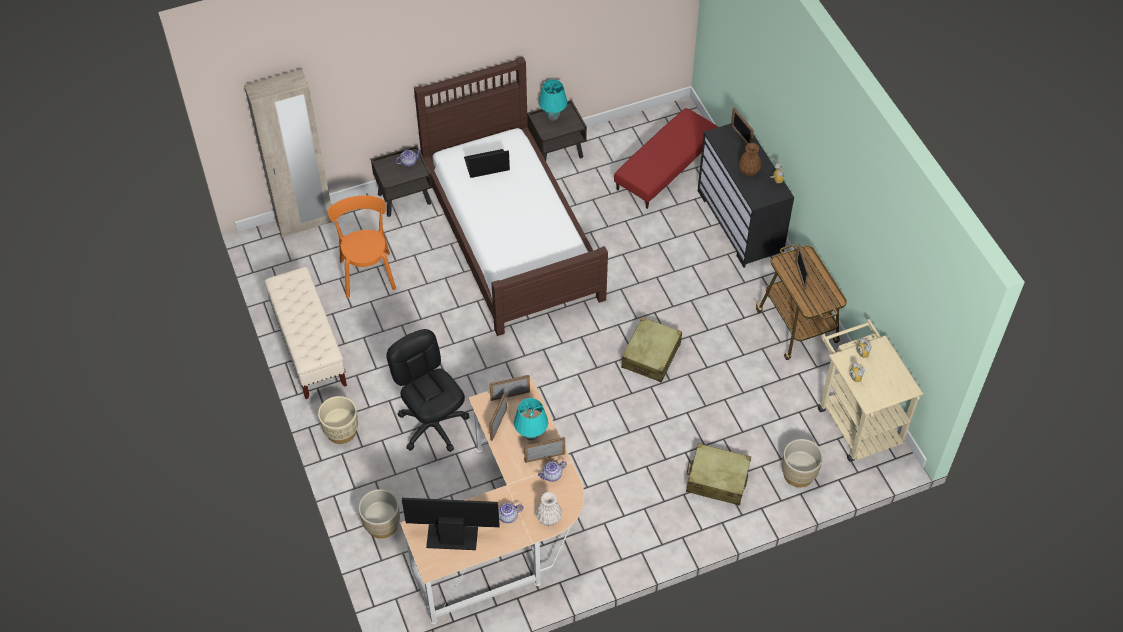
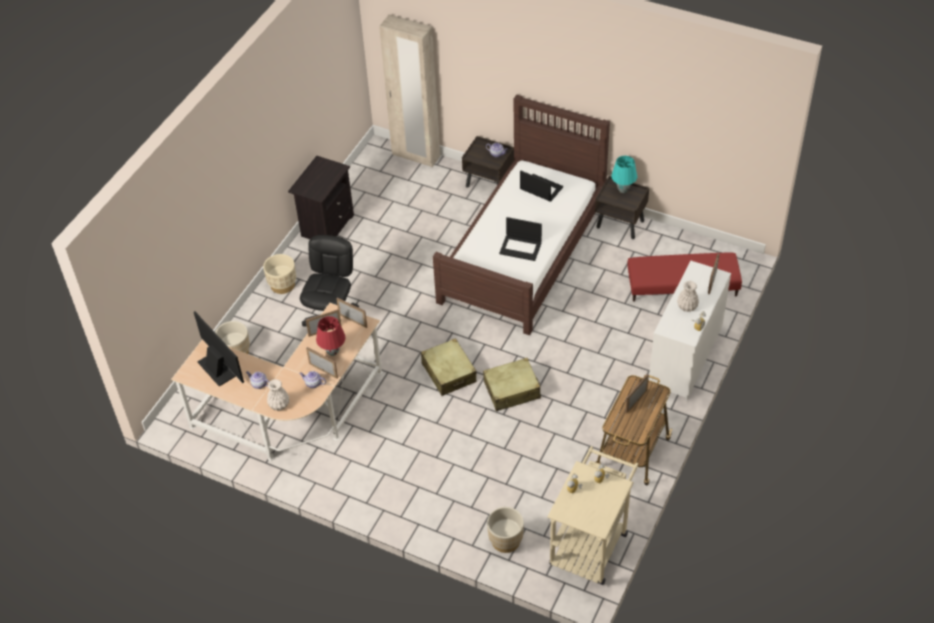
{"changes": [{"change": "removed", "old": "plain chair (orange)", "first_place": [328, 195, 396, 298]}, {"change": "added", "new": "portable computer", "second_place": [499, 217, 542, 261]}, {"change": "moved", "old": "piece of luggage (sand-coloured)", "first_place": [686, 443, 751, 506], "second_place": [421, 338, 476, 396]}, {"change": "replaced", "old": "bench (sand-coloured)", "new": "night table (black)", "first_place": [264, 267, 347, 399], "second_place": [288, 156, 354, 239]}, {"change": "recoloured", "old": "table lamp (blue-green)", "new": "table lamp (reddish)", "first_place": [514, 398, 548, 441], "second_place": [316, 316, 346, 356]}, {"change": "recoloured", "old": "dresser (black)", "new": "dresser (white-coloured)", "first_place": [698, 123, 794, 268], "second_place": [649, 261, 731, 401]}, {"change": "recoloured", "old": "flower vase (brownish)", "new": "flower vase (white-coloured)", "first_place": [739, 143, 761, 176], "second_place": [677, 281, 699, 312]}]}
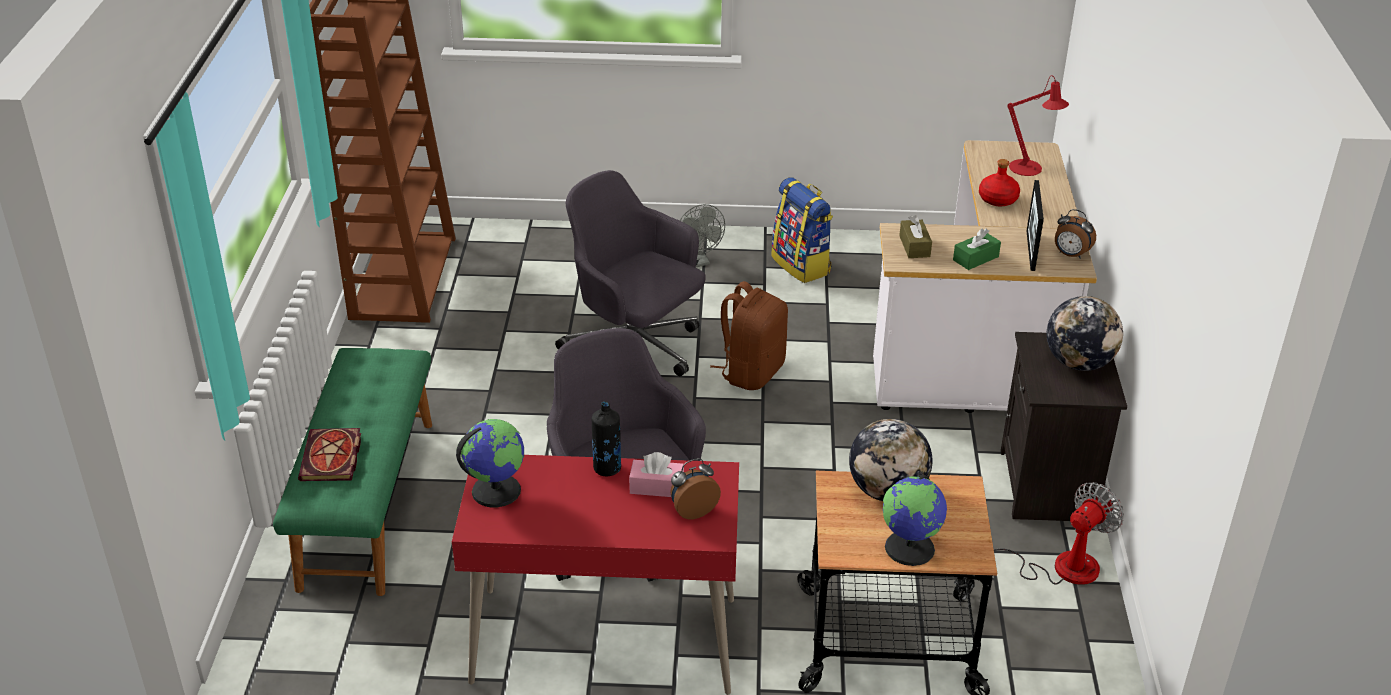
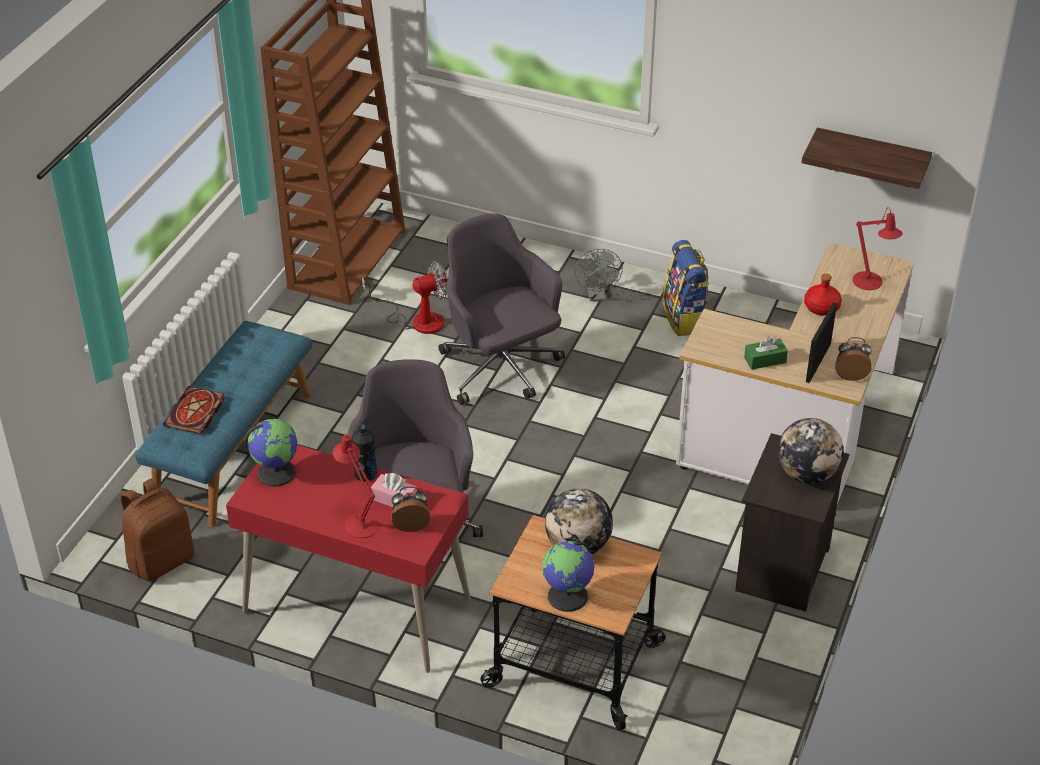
{"changes": [{"change": "removed", "old": "box of tissues (brownish)", "first_place": [899, 215, 932, 258]}, {"change": "added", "new": "table lamp (reddish)", "second_place": [333, 434, 380, 538]}, {"change": "added", "new": "bracket shelf", "second_place": [802, 128, 932, 189]}, {"change": "moved", "old": "backpack (brownish)", "first_place": [710, 281, 788, 390], "second_place": [120, 478, 194, 581]}, {"change": "moved", "old": "fan", "first_place": [994, 482, 1124, 585], "second_place": [362, 261, 448, 334]}, {"change": "recoloured", "old": "bench (green)", "new": "bench (blue-coloured)", "first_place": [273, 348, 432, 596], "second_place": [135, 321, 312, 528]}, {"change": "turned", "old": "alarm clock", "first_place": [1055, 209, 1096, 259], "second_place": [835, 337, 872, 381], "degrees": 135}]}
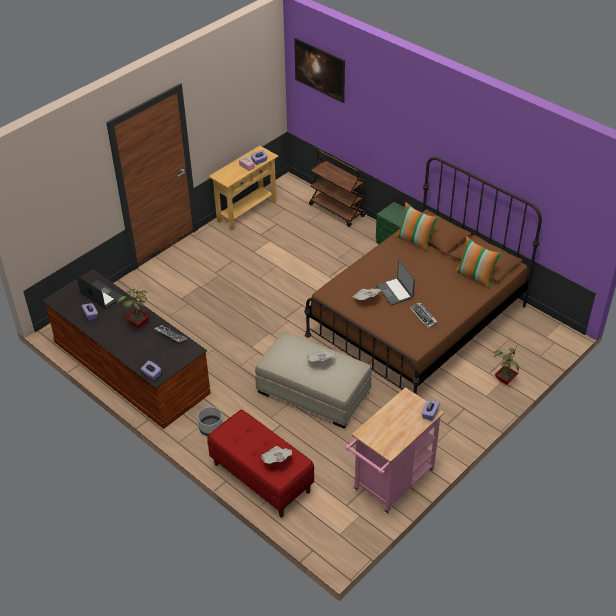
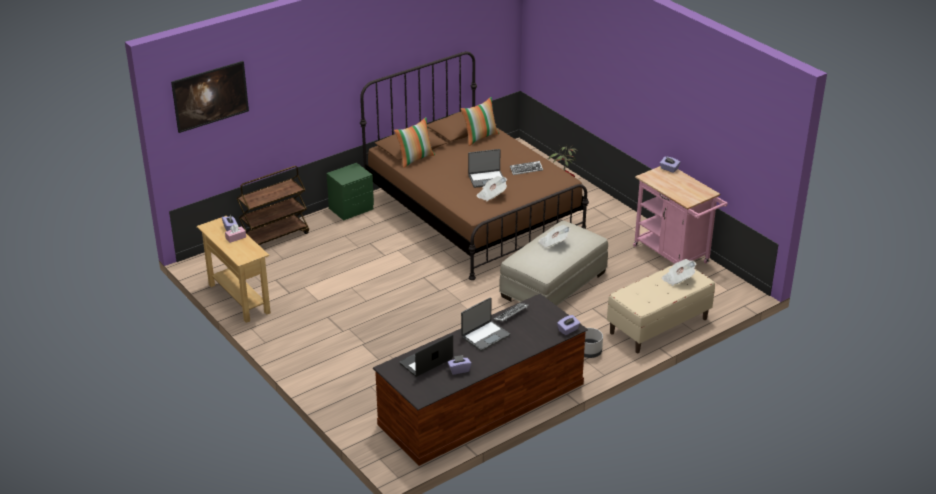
{"changes": [{"change": "replaced", "old": "plant in a pot", "new": "portable computer", "first_place": [117, 286, 150, 328], "second_place": [461, 297, 510, 351]}, {"change": "recoloured", "old": "bench (reddish)", "new": "bench (sand-coloured)", "first_place": [207, 410, 314, 517], "second_place": [607, 265, 715, 353]}]}
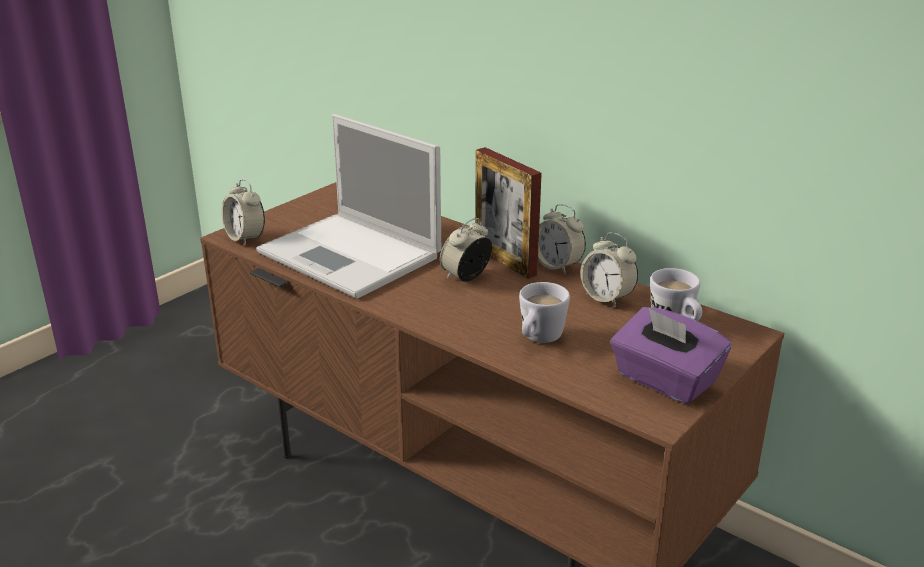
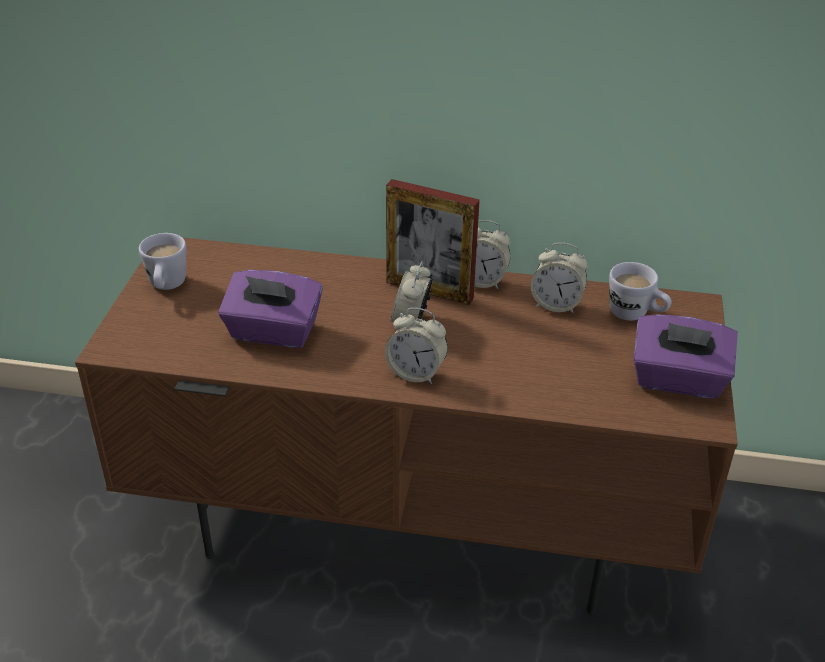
{"changes": [{"change": "moved", "old": "alarm clock", "first_place": [222, 179, 265, 246], "second_place": [385, 308, 448, 384]}, {"change": "moved", "old": "tea mug (white-coloured)", "first_place": [519, 282, 570, 343], "second_place": [139, 233, 186, 290]}, {"change": "replaced", "old": "portable computer", "new": "box of tissues (purplish)", "first_place": [256, 114, 441, 299], "second_place": [218, 270, 323, 348]}]}
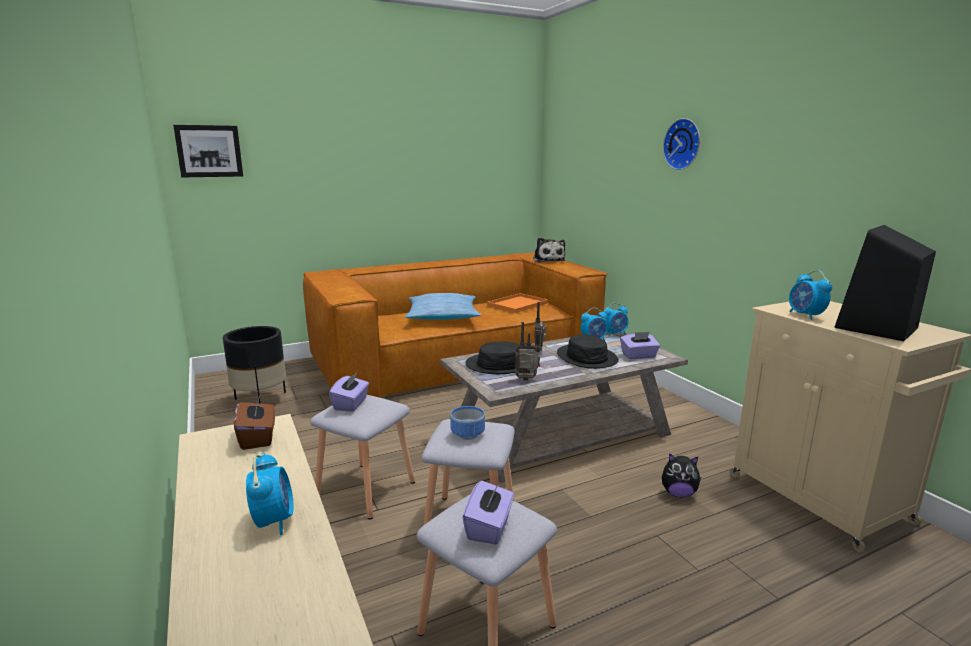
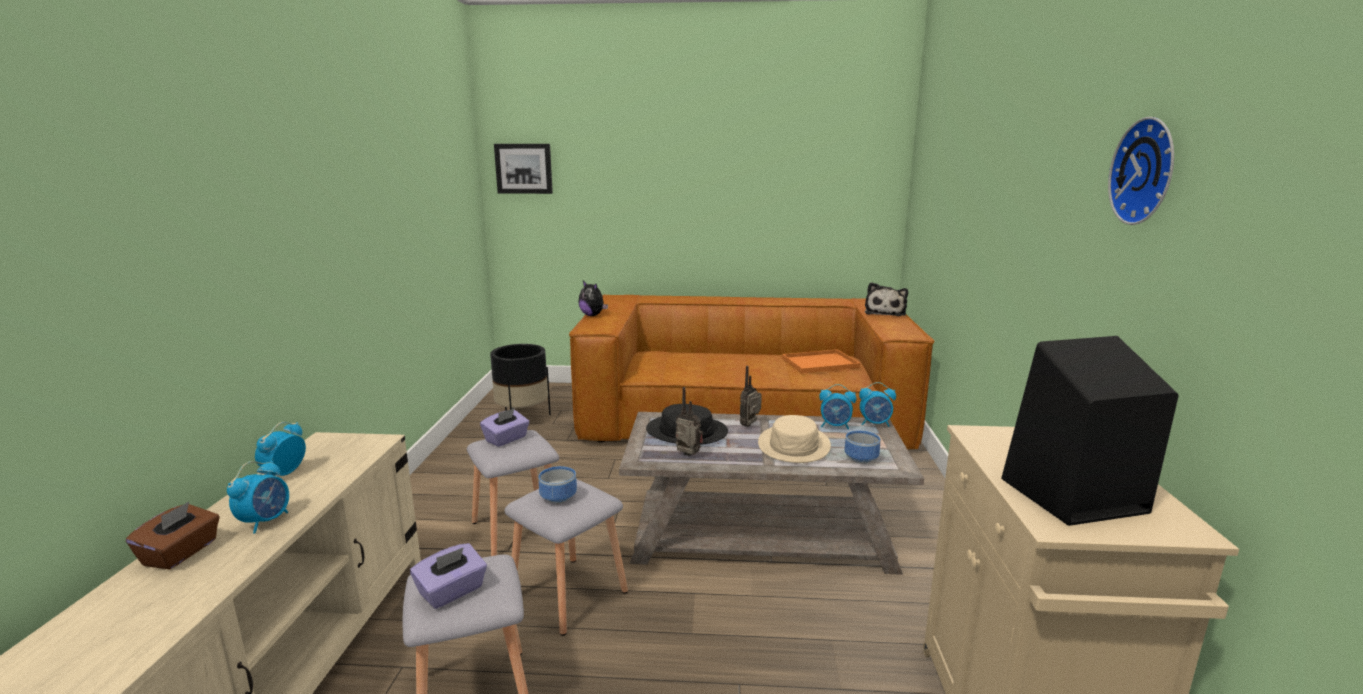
{"changes": [{"change": "removed", "old": "pillow", "first_place": [405, 293, 481, 320]}, {"change": "moved", "old": "box of tissues (brownish)", "first_place": [234, 396, 275, 450], "second_place": [126, 502, 220, 570]}, {"change": "moved", "old": "cuddly toy", "first_place": [662, 453, 701, 497], "second_place": [578, 281, 608, 316]}, {"change": "moved", "old": "wall clock", "first_place": [663, 118, 700, 170], "second_place": [1108, 117, 1174, 225]}, {"change": "moved", "old": "alarm clock", "first_place": [789, 270, 832, 320], "second_place": [255, 422, 306, 476]}, {"change": "replaced", "old": "box of tissues (purplish)", "new": "deep dish", "first_place": [620, 332, 660, 359], "second_place": [844, 431, 880, 464]}, {"change": "recoloured", "old": "wearable hat (black)", "new": "wearable hat (sand-coloured)", "first_place": [557, 334, 619, 369], "second_place": [758, 415, 831, 463]}]}
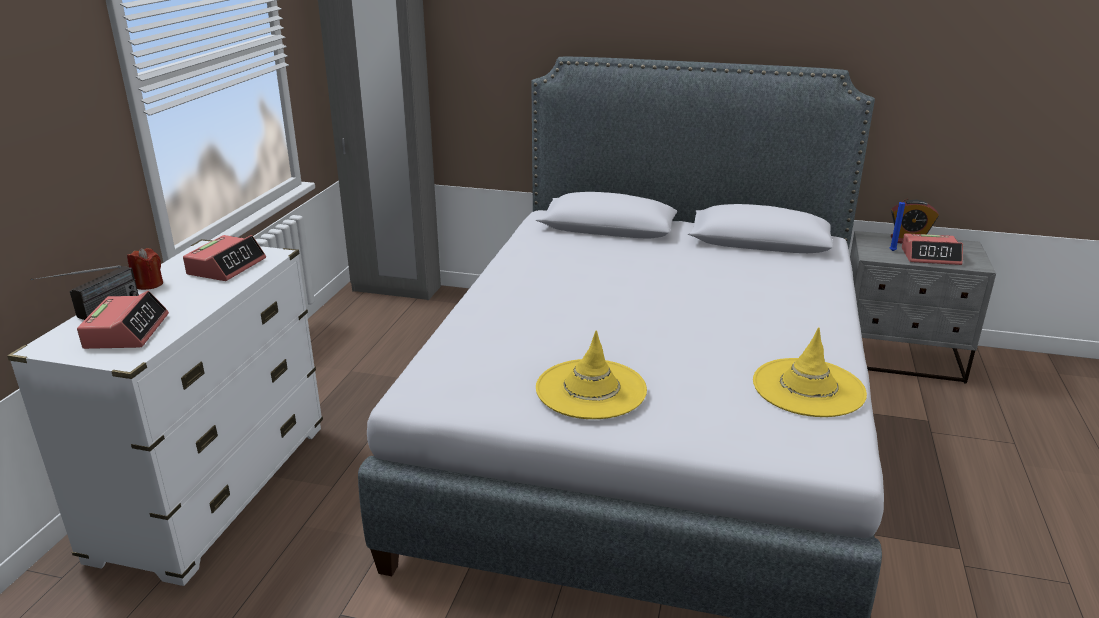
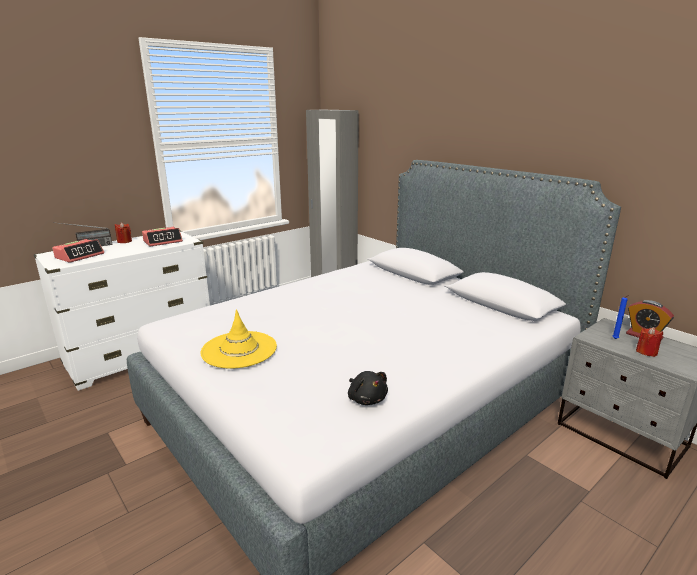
{"changes": [{"change": "replaced", "old": "wearable hat (yellowish)", "new": "cuddly toy (black)", "first_place": [753, 327, 867, 417], "second_place": [348, 371, 388, 405]}, {"change": "replaced", "old": "alarm clock", "new": "wax candle (reddish)", "first_place": [901, 233, 963, 265], "second_place": [636, 327, 663, 357]}]}
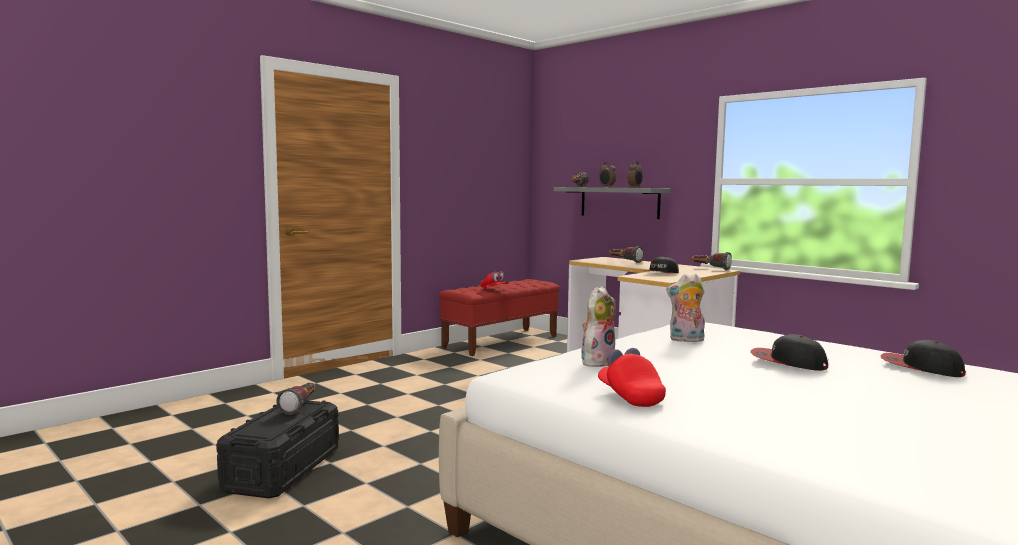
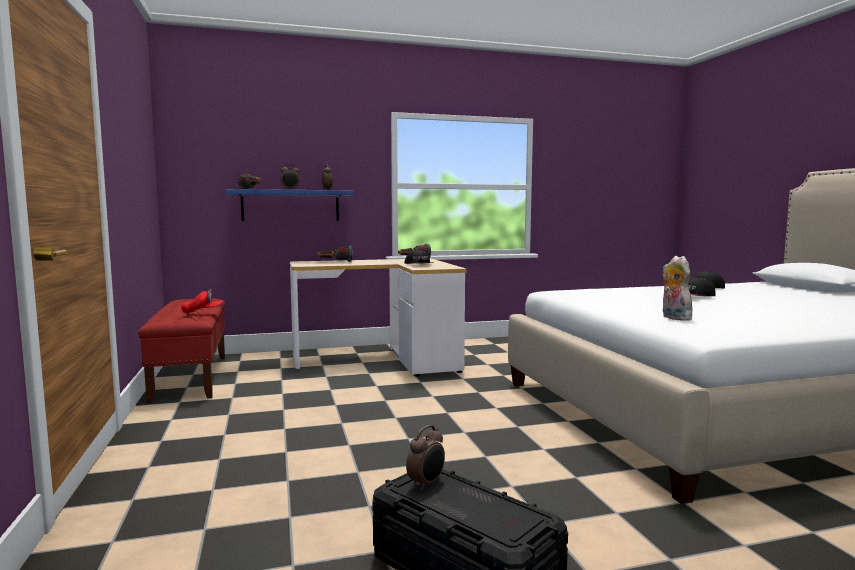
{"changes": [{"change": "removed", "old": "cap (reddish)", "first_place": [598, 348, 666, 407]}, {"change": "removed", "old": "cuddly toy", "first_place": [666, 274, 705, 342]}, {"change": "replaced", "old": "torch", "new": "alarm clock", "first_place": [276, 383, 315, 415], "second_place": [406, 425, 445, 491]}, {"change": "recoloured", "old": "bracket shelf (grey)", "new": "bracket shelf (blue-coloured)", "first_place": [554, 187, 671, 219], "second_place": [226, 189, 354, 221]}]}
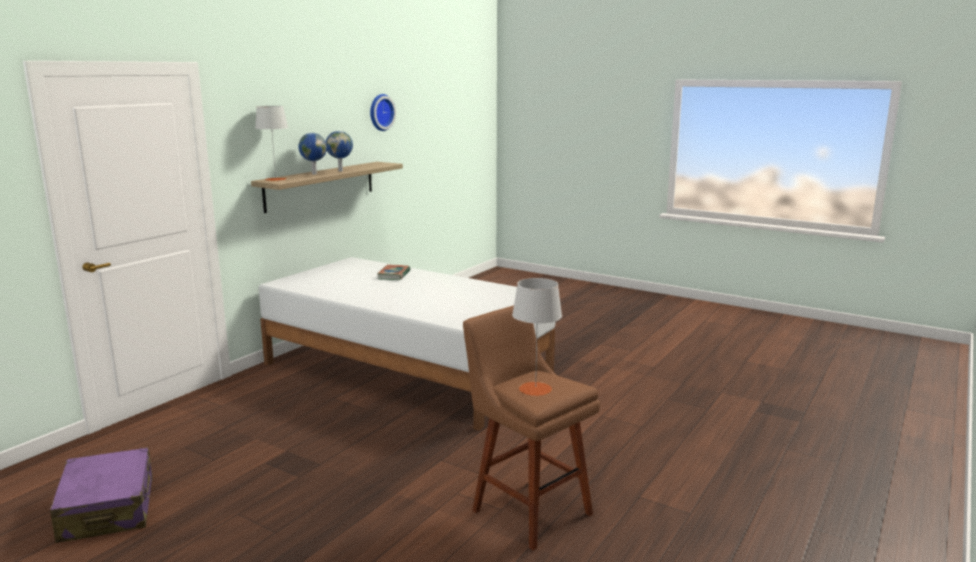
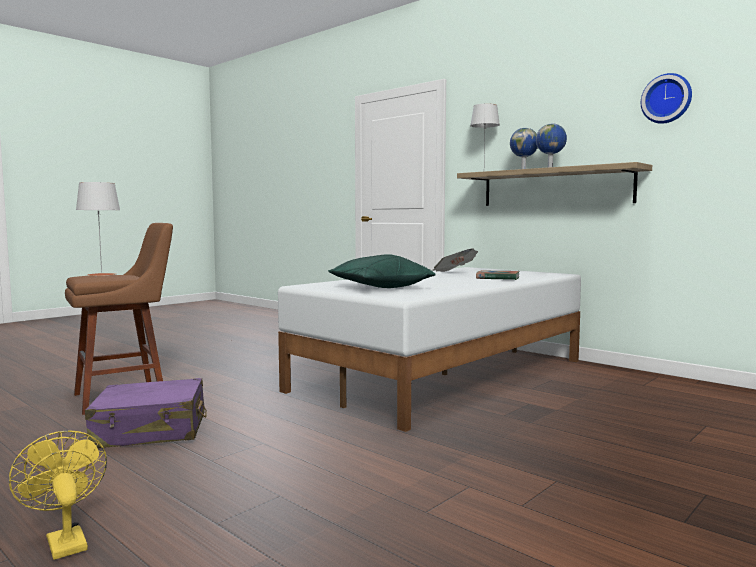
{"changes": [{"change": "added", "new": "fan (yellowish)", "second_place": [9, 430, 107, 560]}, {"change": "added", "new": "pillow (green)", "second_place": [328, 254, 436, 288]}, {"change": "added", "new": "newspaper", "second_place": [433, 248, 478, 272]}, {"change": "moved", "old": "piece of luggage (purplish)", "first_place": [50, 447, 153, 543], "second_place": [85, 378, 207, 448]}]}
